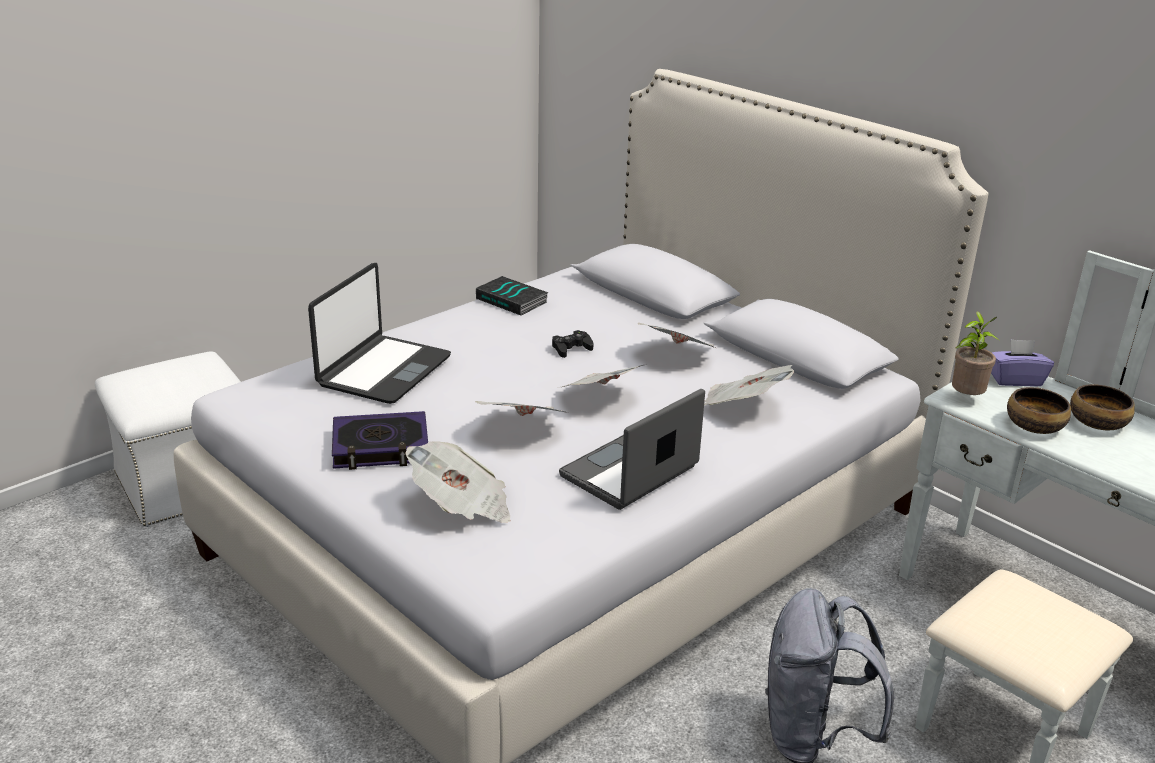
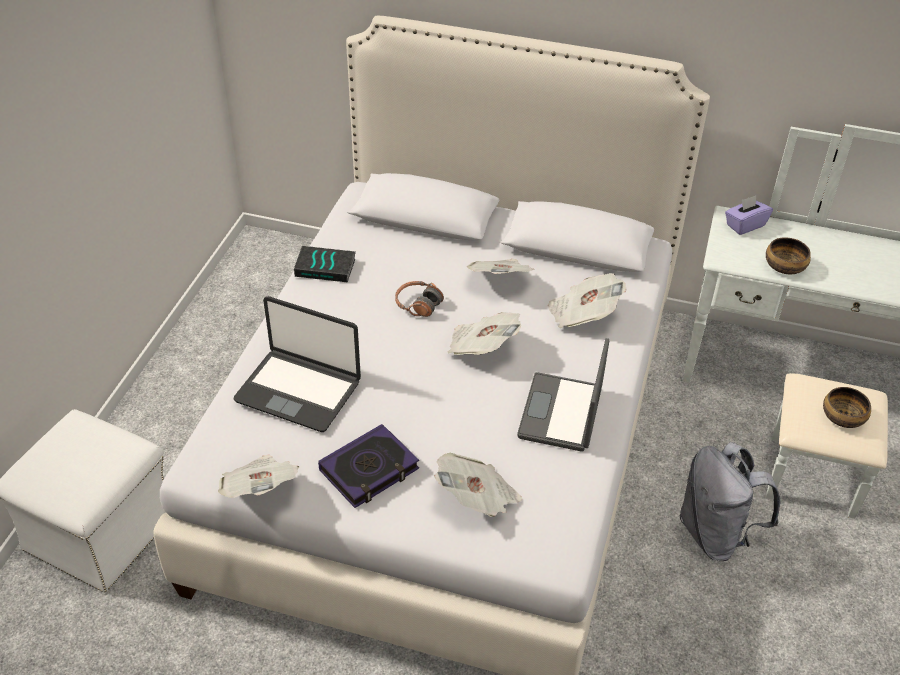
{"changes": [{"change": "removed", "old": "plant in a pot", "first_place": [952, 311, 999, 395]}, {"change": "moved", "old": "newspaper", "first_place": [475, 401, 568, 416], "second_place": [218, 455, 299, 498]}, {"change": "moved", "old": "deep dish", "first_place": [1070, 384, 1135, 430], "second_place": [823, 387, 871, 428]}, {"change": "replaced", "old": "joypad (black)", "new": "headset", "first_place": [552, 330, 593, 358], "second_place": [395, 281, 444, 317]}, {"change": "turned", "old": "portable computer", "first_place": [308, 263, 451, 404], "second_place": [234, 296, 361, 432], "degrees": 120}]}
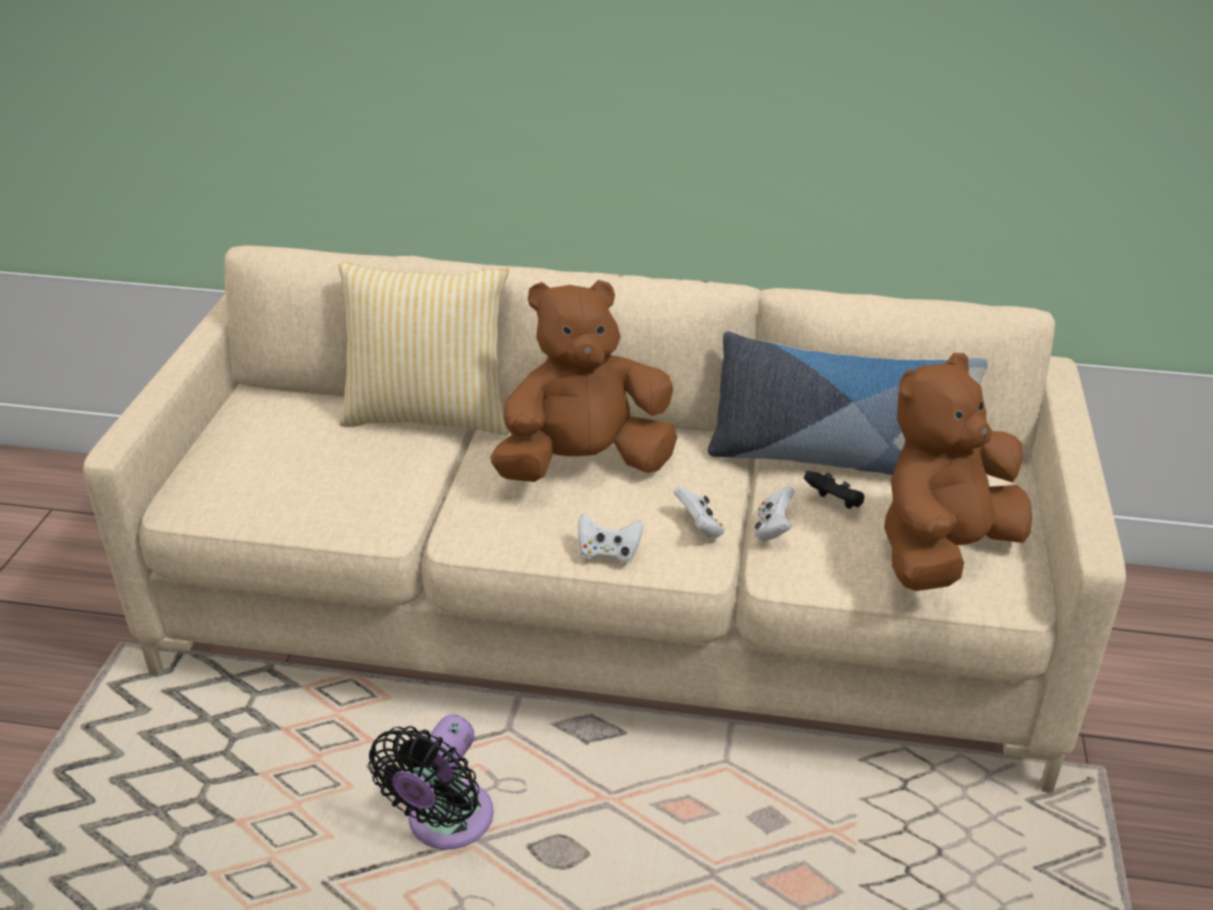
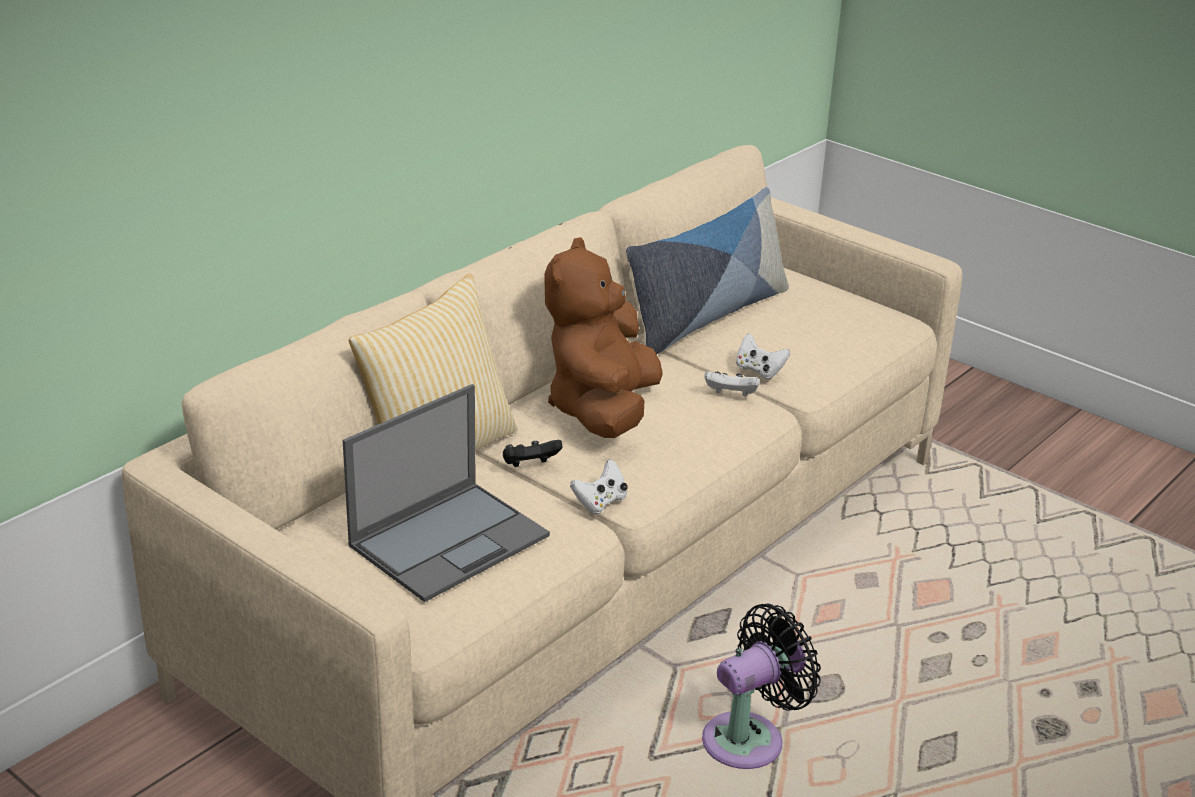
{"changes": [{"change": "removed", "old": "cuddly toy (brownish)", "first_place": [884, 353, 1032, 591]}, {"change": "added", "new": "portable computer", "second_place": [343, 384, 550, 602]}, {"change": "moved", "old": "joypad (white-coloured)", "first_place": [578, 513, 643, 563], "second_place": [570, 459, 628, 514]}, {"change": "moved", "old": "joypad (black)", "first_place": [804, 471, 864, 509], "second_place": [503, 440, 562, 467]}, {"change": "turned", "old": "fan (black)", "first_place": [369, 714, 494, 849], "second_place": [702, 603, 821, 769], "degrees": -90}]}
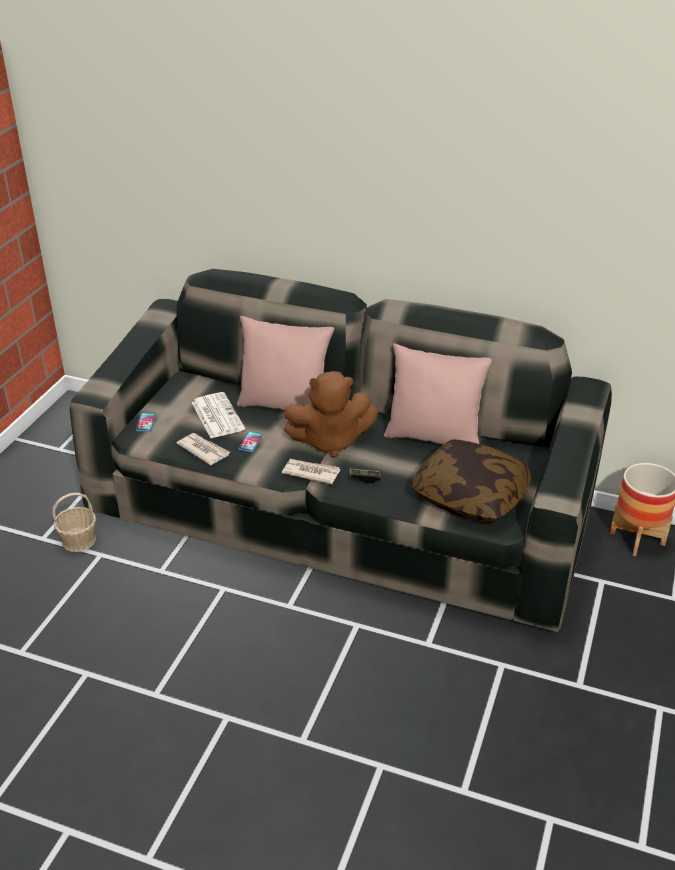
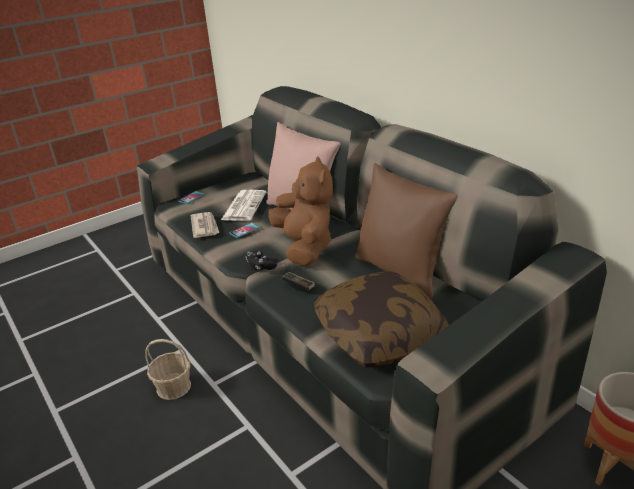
{"changes": [{"change": "moved", "old": "basket", "first_place": [52, 493, 96, 552], "second_place": [145, 339, 191, 400]}, {"change": "replaced", "old": "newspaper", "new": "joypad (black)", "first_place": [282, 459, 340, 484], "second_place": [246, 251, 277, 270]}, {"change": "recoloured", "old": "pillow (pinkish)", "new": "pillow (brownish)", "first_place": [384, 344, 492, 445], "second_place": [355, 163, 458, 299]}, {"change": "turned", "old": "cuddly toy (brownish)", "first_place": [284, 371, 378, 458], "second_place": [268, 156, 333, 266], "degrees": -135}]}
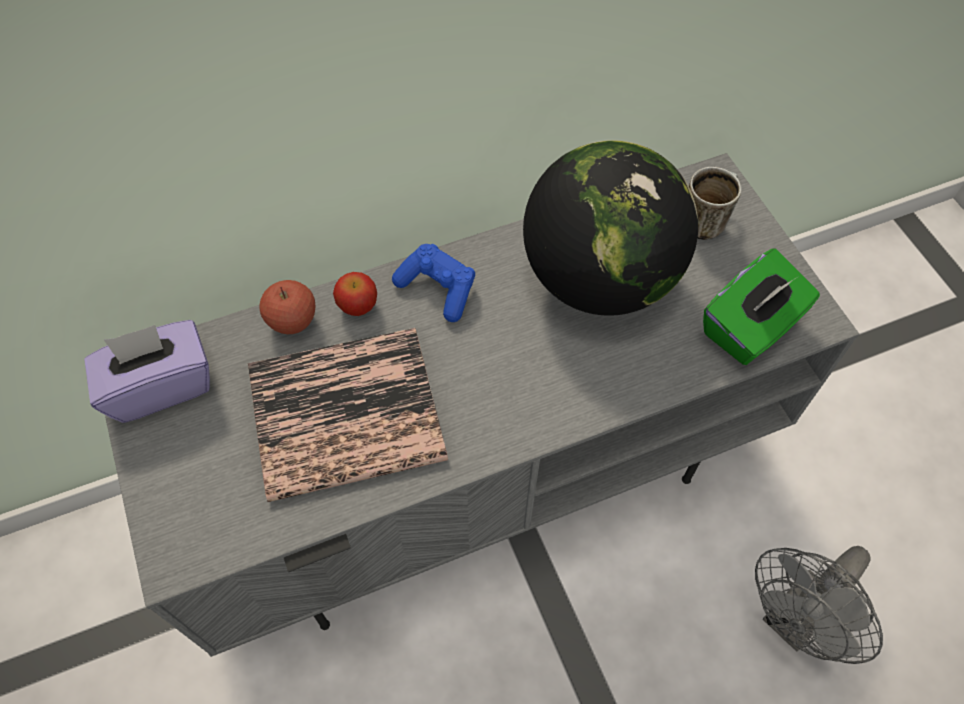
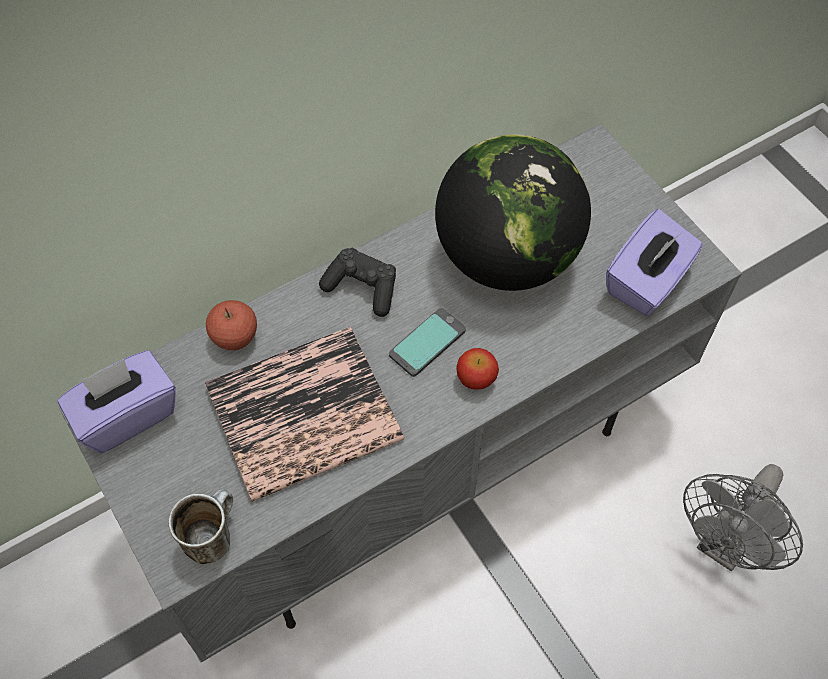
{"changes": [{"change": "added", "new": "telephone", "second_place": [389, 308, 466, 377]}, {"change": "moved", "old": "apple fruit", "first_place": [333, 272, 377, 316], "second_place": [456, 348, 499, 390]}, {"change": "moved", "old": "tea mug", "first_place": [689, 167, 742, 240], "second_place": [169, 489, 233, 564]}, {"change": "recoloured", "old": "joypad (blue-coloured)", "new": "joypad (black)", "first_place": [392, 244, 475, 322], "second_place": [319, 248, 396, 317]}, {"change": "recoloured", "old": "box of tissues (green)", "new": "box of tissues (purplish)", "first_place": [703, 248, 820, 365], "second_place": [606, 209, 703, 316]}]}
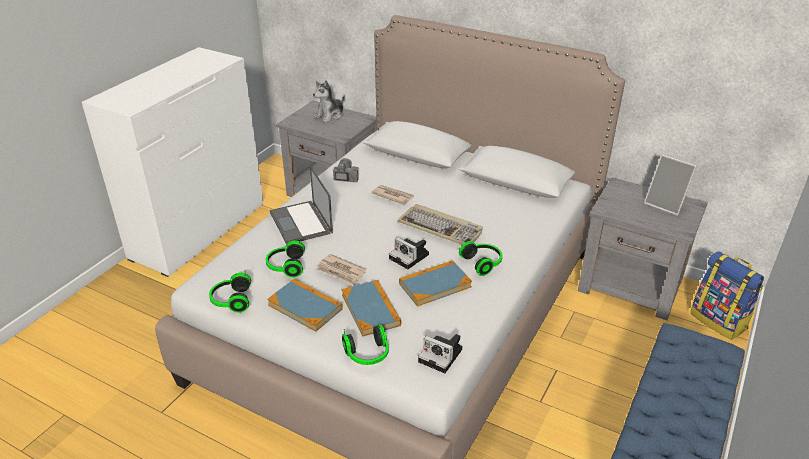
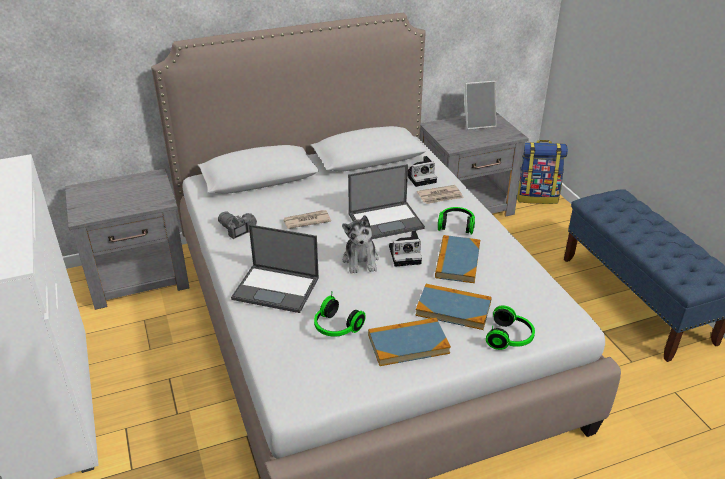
{"changes": [{"change": "removed", "old": "headset", "first_place": [209, 270, 251, 313]}, {"change": "moved", "old": "cuddly toy", "first_place": [313, 80, 345, 123], "second_place": [342, 215, 379, 274]}, {"change": "moved", "old": "newspaper", "first_place": [317, 254, 366, 285], "second_place": [417, 185, 464, 204]}, {"change": "moved", "old": "still camera", "first_place": [418, 334, 462, 373], "second_place": [408, 156, 437, 187]}, {"change": "replaced", "old": "PC keyboard", "new": "portable computer", "first_place": [398, 204, 483, 245], "second_place": [348, 164, 425, 239]}]}
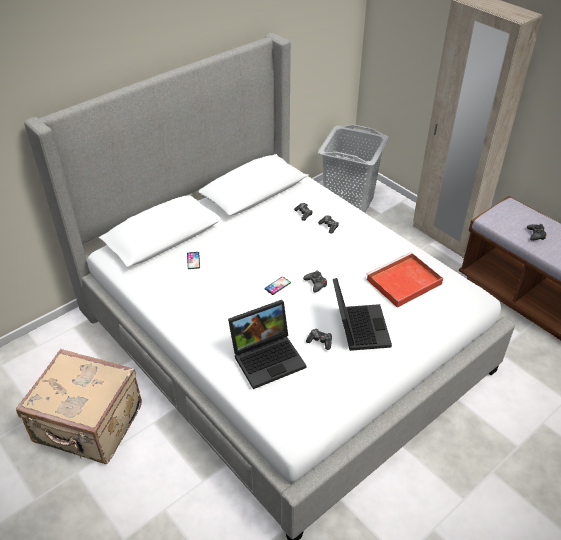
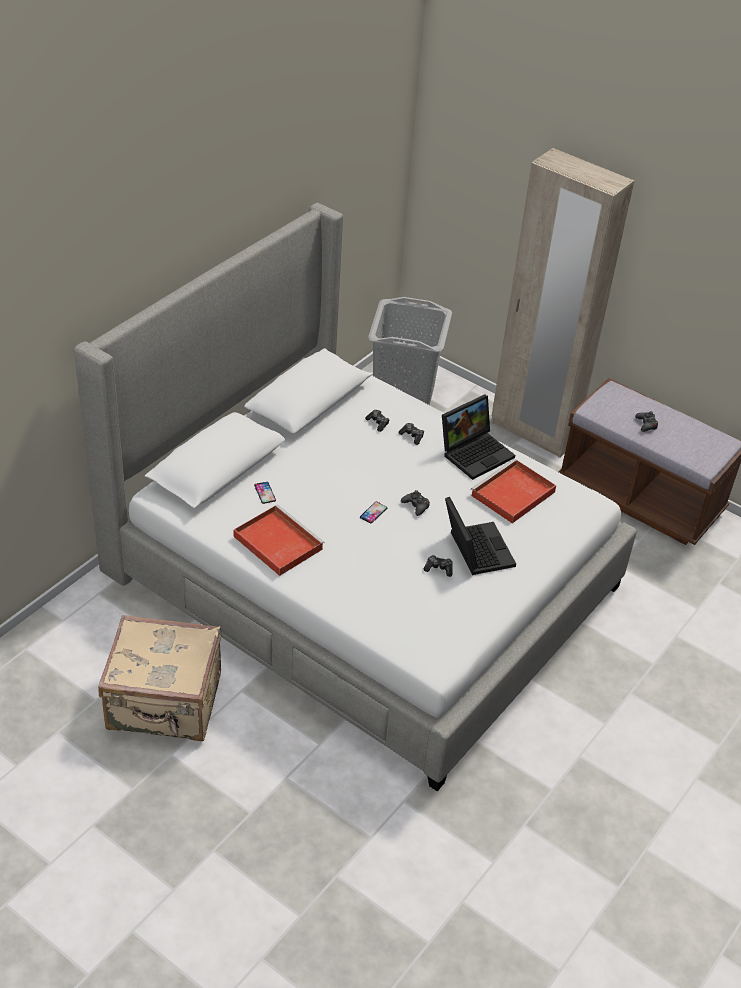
{"changes": [{"change": "added", "new": "tray (reddish)", "second_place": [233, 505, 325, 576]}, {"change": "moved", "old": "portable computer", "first_place": [228, 300, 306, 389], "second_place": [442, 394, 515, 480]}]}
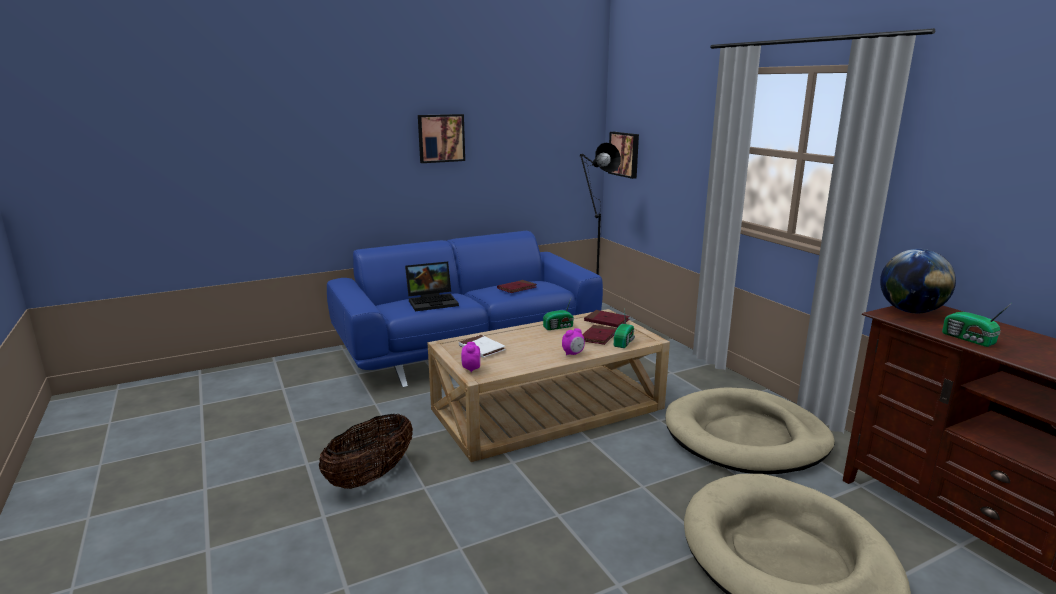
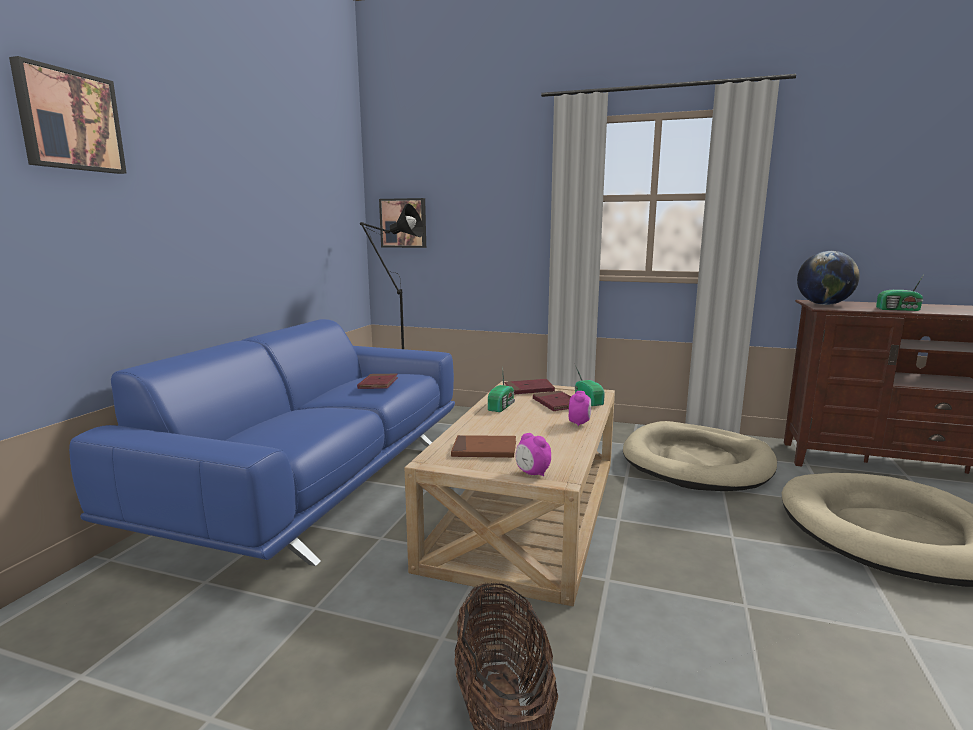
{"changes": [{"change": "removed", "old": "portable computer", "first_place": [405, 262, 459, 311]}, {"change": "moved", "old": "wall picture", "first_place": [418, 114, 465, 163], "second_place": [9, 56, 127, 174]}, {"change": "recoloured", "old": "volume (white-coloured)", "new": "volume (brownish)", "first_place": [459, 335, 506, 358], "second_place": [451, 435, 516, 458]}]}
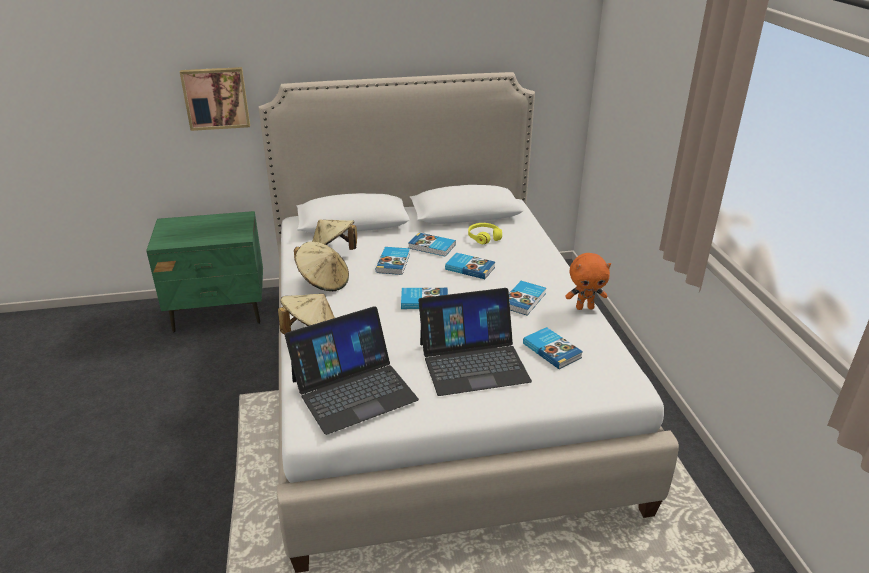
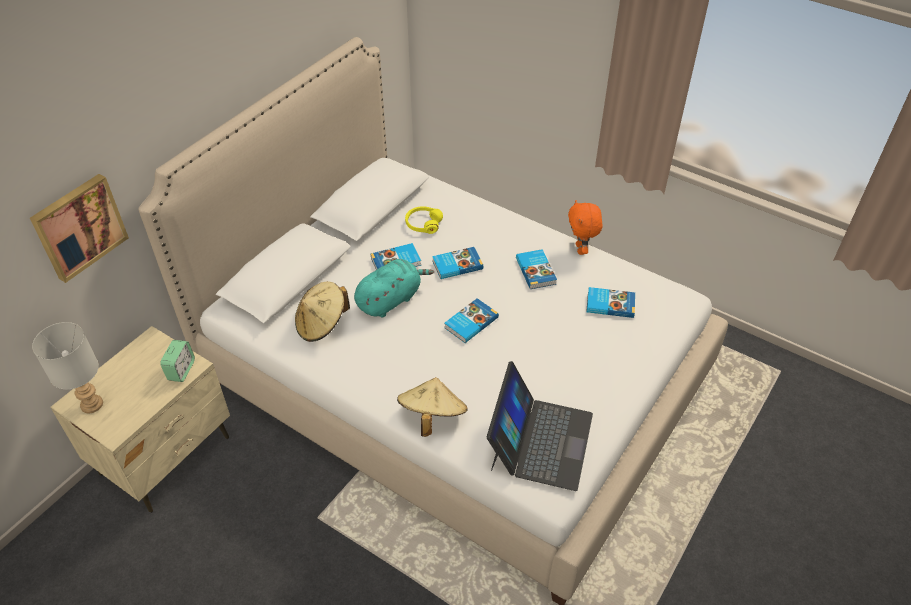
{"changes": [{"change": "removed", "old": "wearable hat (sand-coloured)", "first_place": [294, 241, 349, 291]}, {"change": "removed", "old": "portable computer", "first_place": [418, 288, 532, 396]}, {"change": "added", "new": "table lamp (grey)", "second_place": [32, 322, 103, 413]}, {"change": "added", "new": "alarm clock", "second_place": [160, 340, 195, 382]}, {"change": "replaced", "old": "volume", "new": "cuddly toy (blue-green)", "first_place": [376, 247, 410, 275], "second_place": [354, 259, 434, 317]}, {"change": "recoloured", "old": "night table (green)", "new": "night table (sand-coloured)", "first_place": [146, 211, 263, 333], "second_place": [50, 326, 230, 513]}, {"change": "turned", "old": "cuddly toy (orange)", "first_place": [565, 253, 611, 310], "second_place": [568, 200, 602, 255], "degrees": 135}]}
